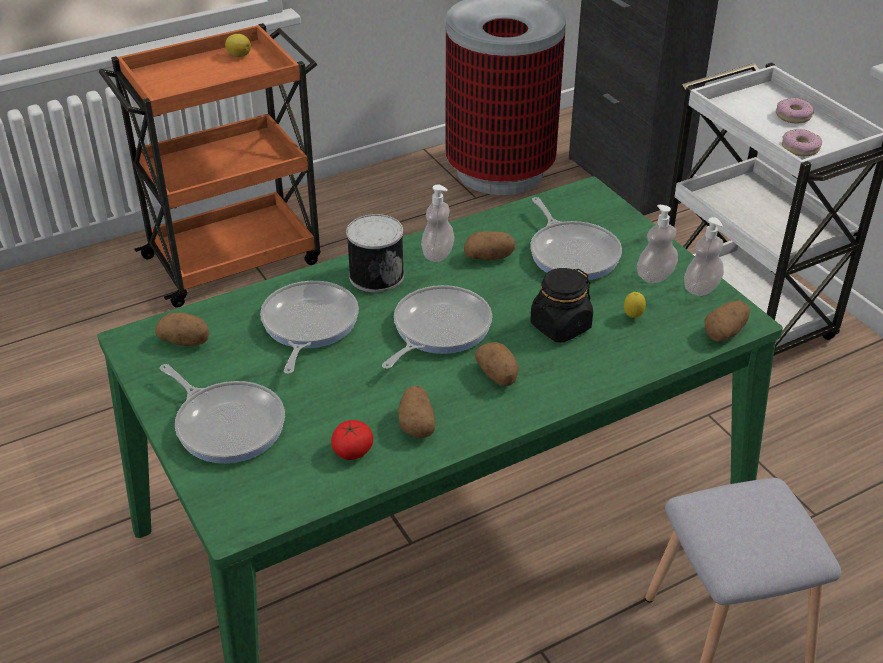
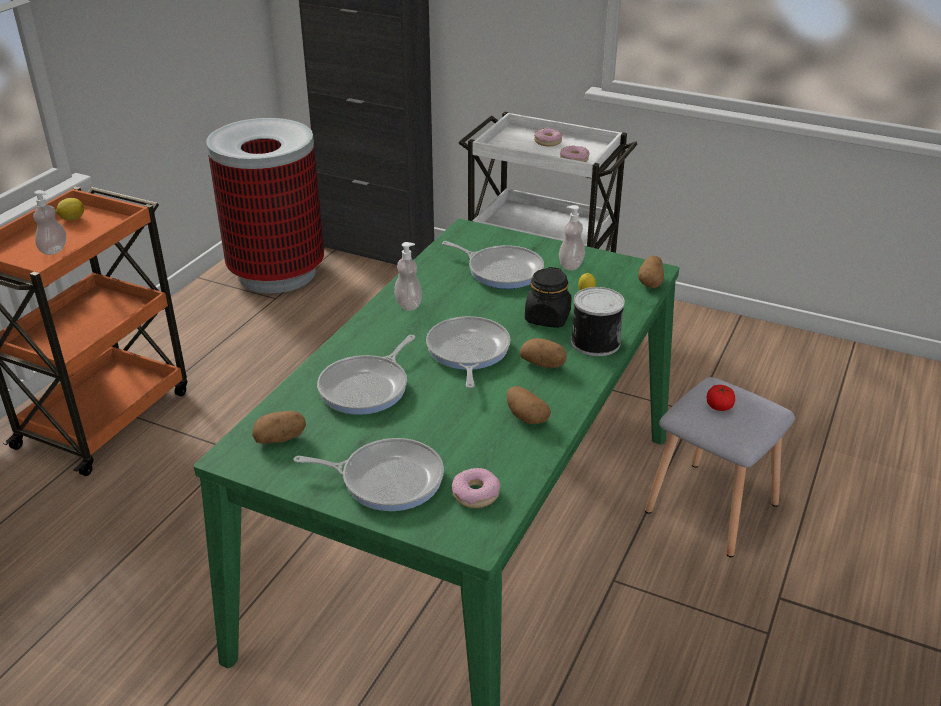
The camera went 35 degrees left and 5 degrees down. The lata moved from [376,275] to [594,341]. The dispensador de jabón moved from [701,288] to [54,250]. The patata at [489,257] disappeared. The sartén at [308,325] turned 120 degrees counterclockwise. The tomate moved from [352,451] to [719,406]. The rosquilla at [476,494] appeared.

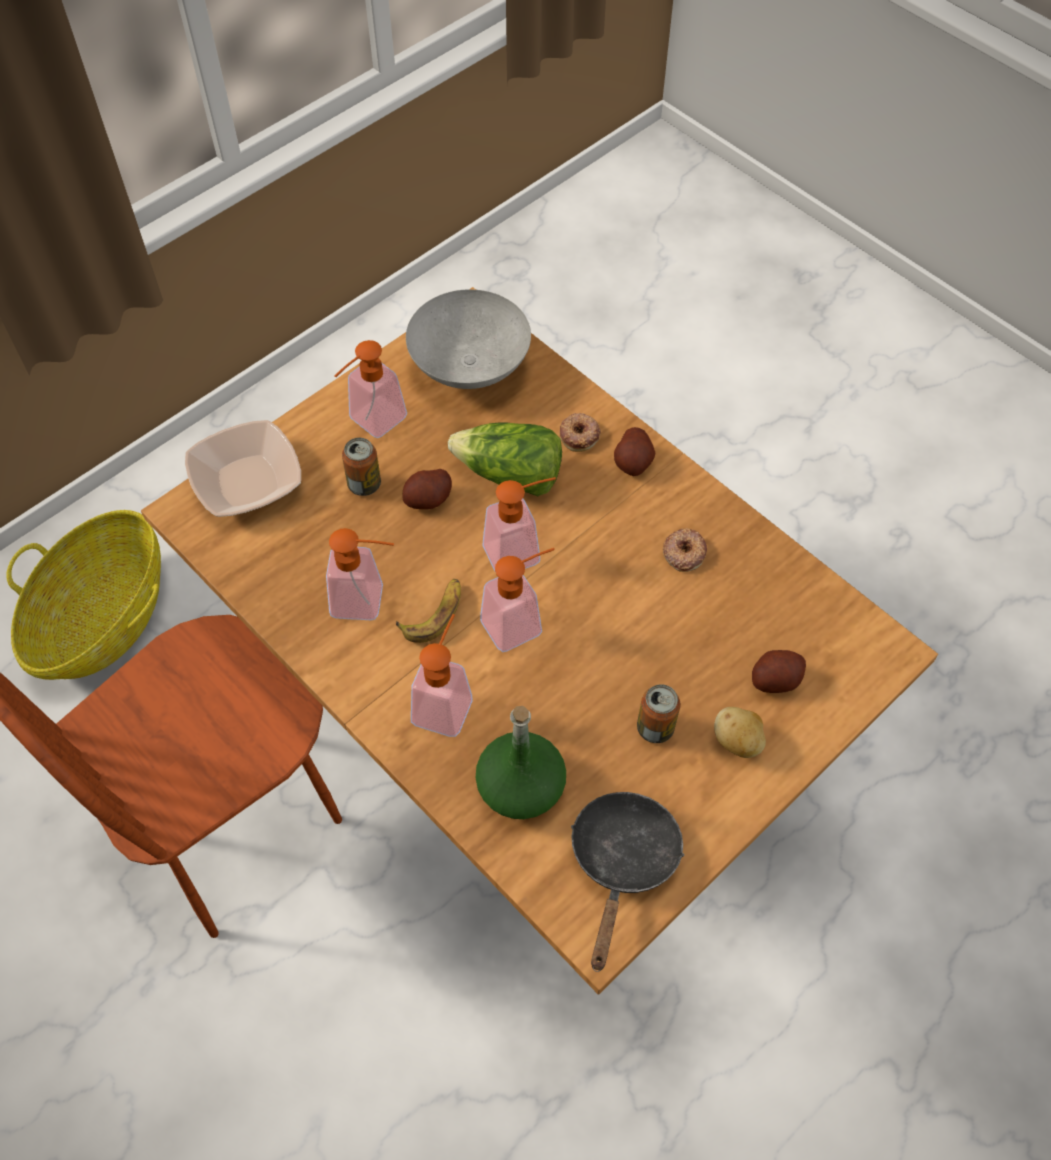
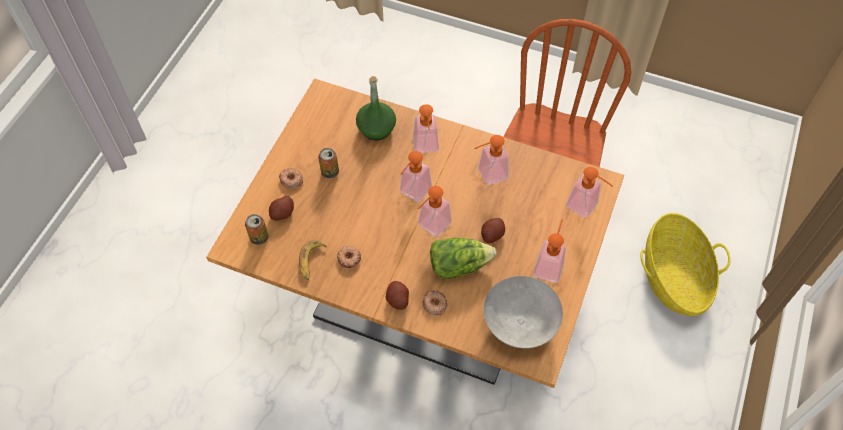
The camera went 155 degrees right and 0 degrees up. The cuenco at [247,482] was replaced by the dispensador de jabón at [586,207]. The lata moved from [364,484] to [259,237]. The plátano moved from [434,614] to [311,262]. The patata at [737,741] was replaced by the rosquilla at [291,180]. The sartén/negro at [622,862] disappeared.

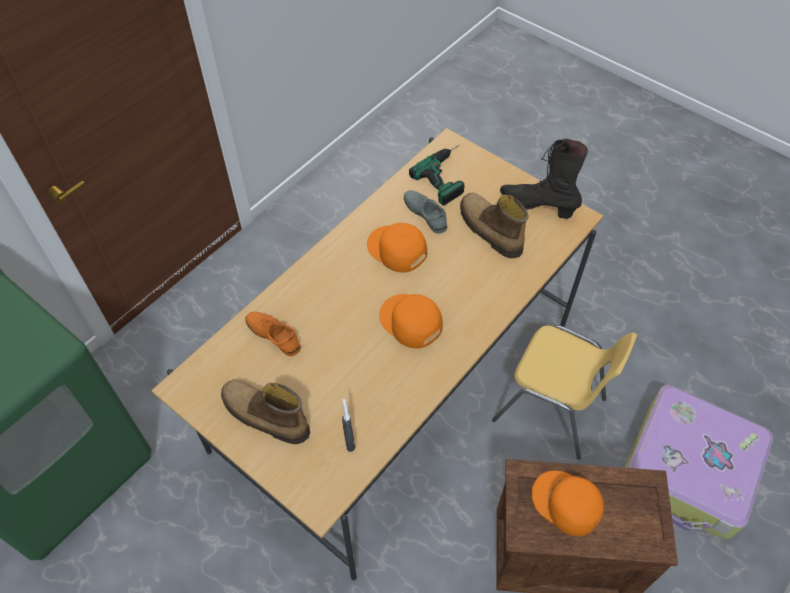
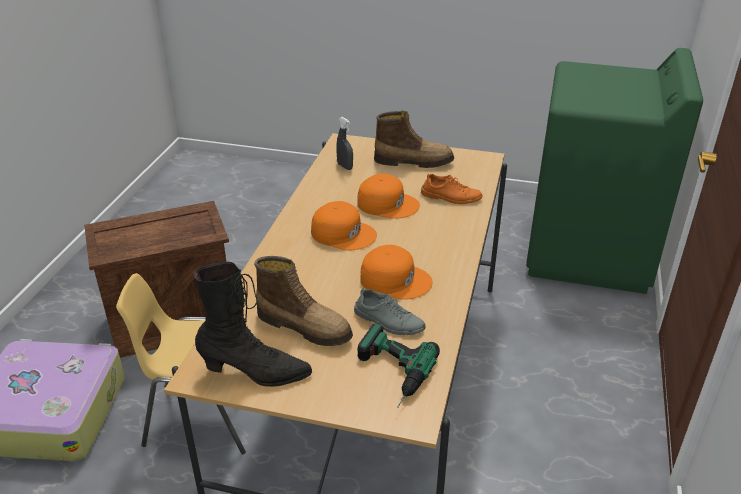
The camera went 155 degrees right and 20 degrees down. The gorra/naranja moved from [566,504] to [387,204].

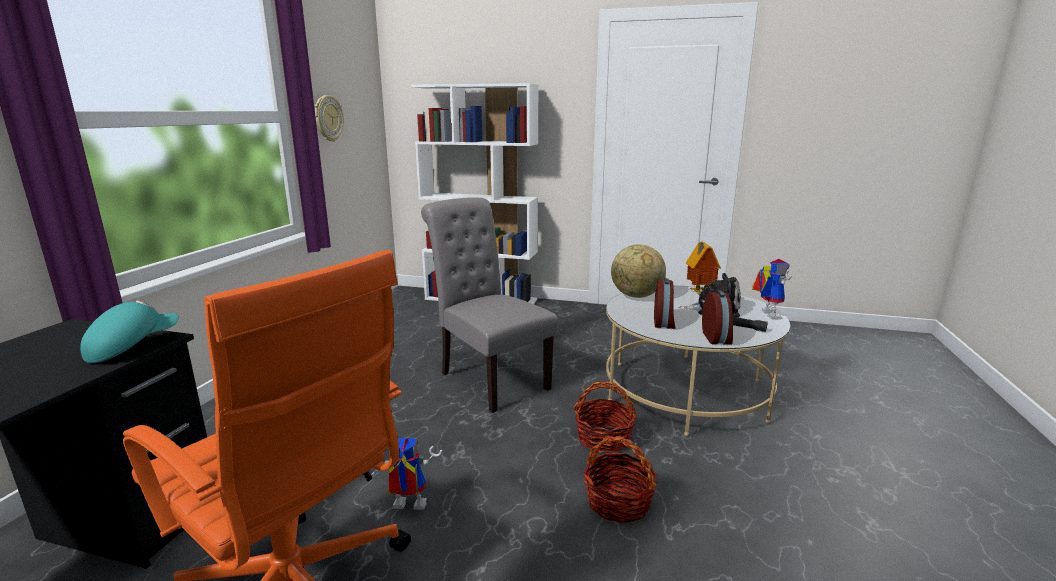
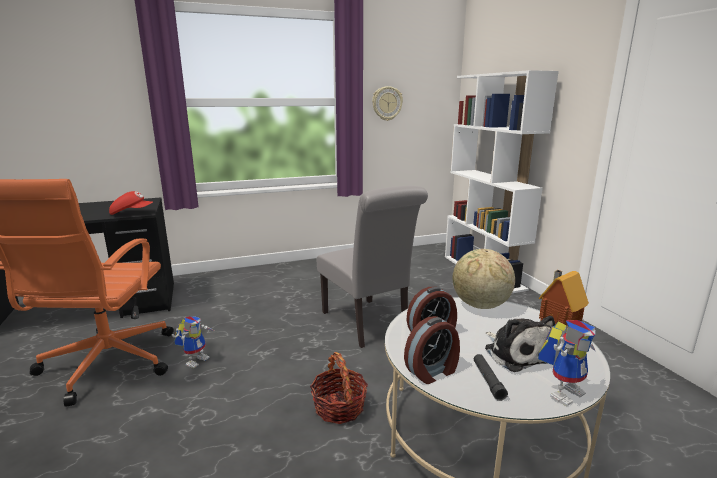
The camera went 55 degrees right and 0 degrees up. The silla/gris at [489,378] turned 135 degrees clockwise. The gorra/turquesa at [132,347] became the gorra/rojo at [132,213]. The cesta at [618,502] disappeared. The robot de juguete at [405,508] turned 60 degrees clockwise.

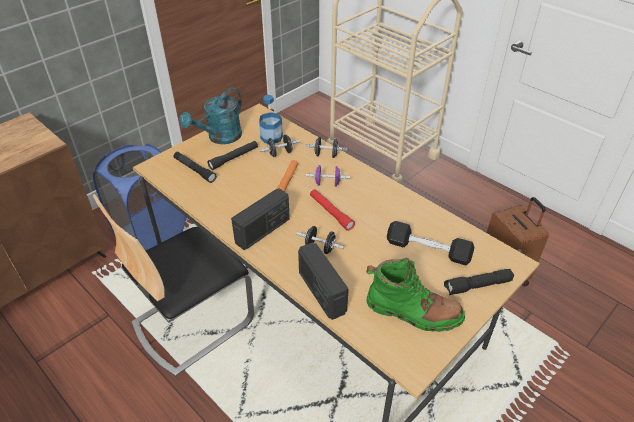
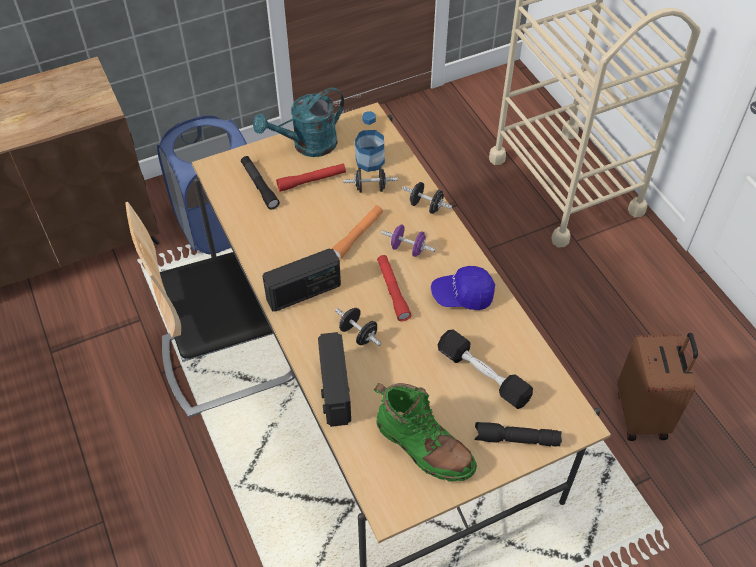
The camera went 20 degrees right and 10 degrees up. The linterna/negro at [234,158] became the linterna/rojo at [311,181]. The gorra/azul at [462,295] appeared.

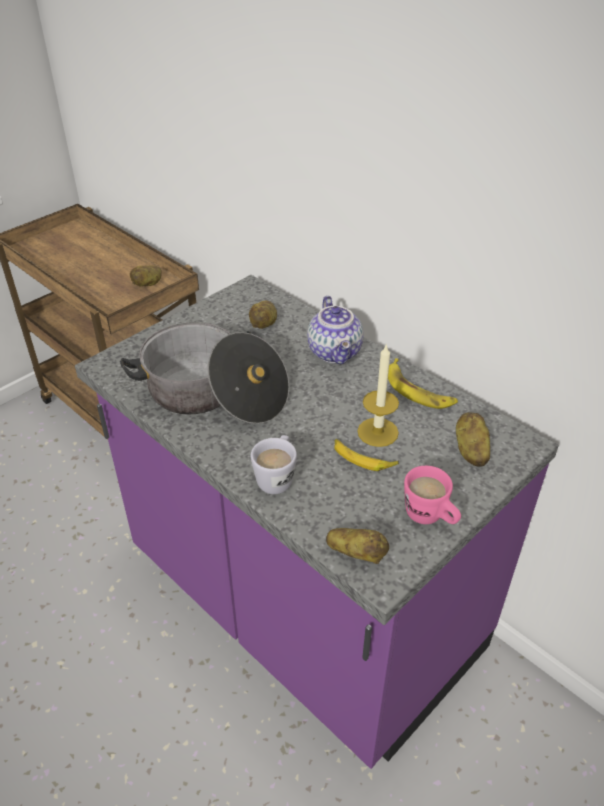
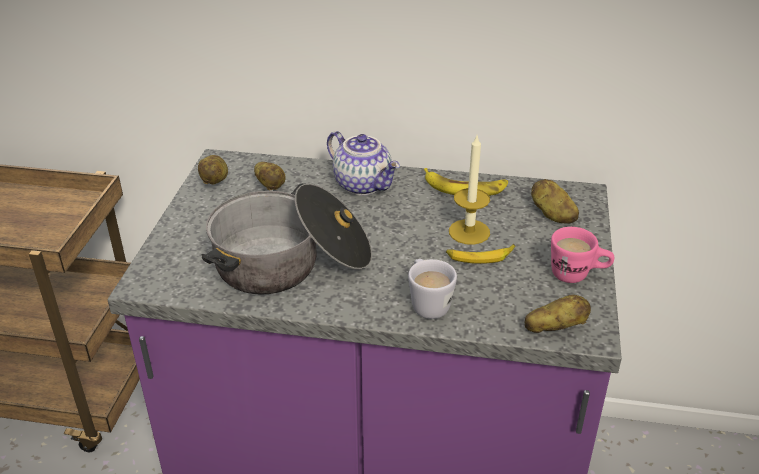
The camera went 35 degrees left and 5 degrees down. The patata moved from [148,284] to [215,180].

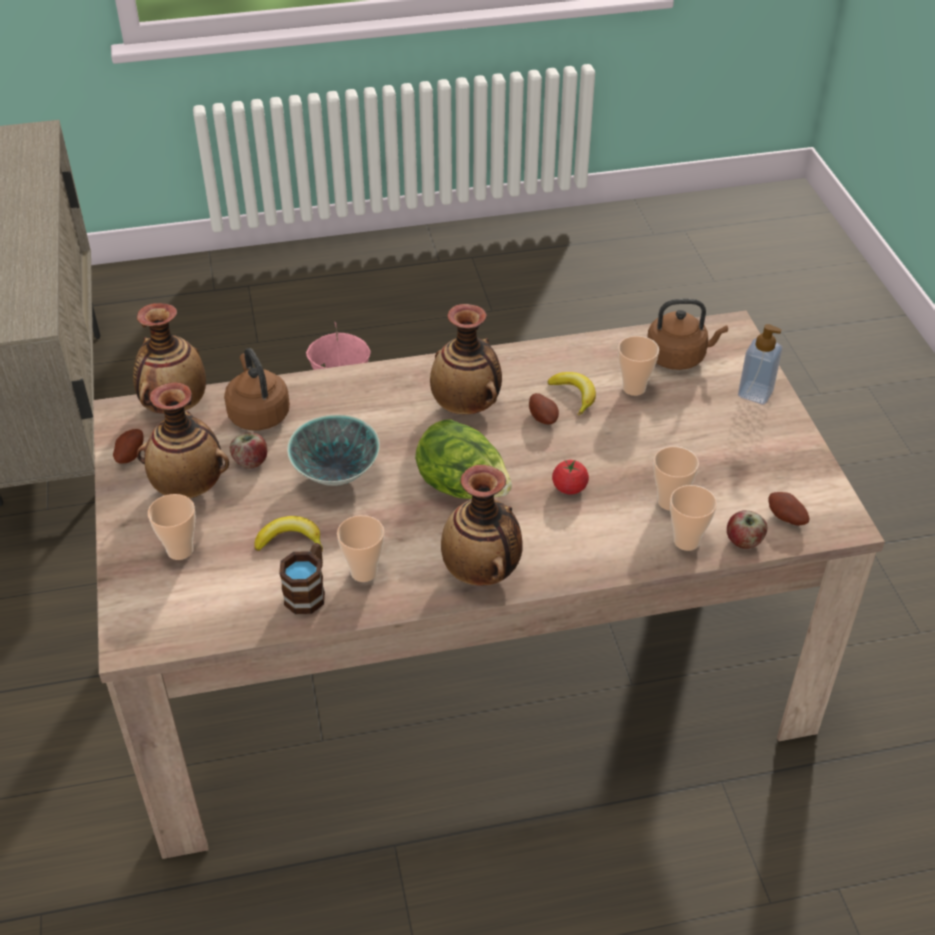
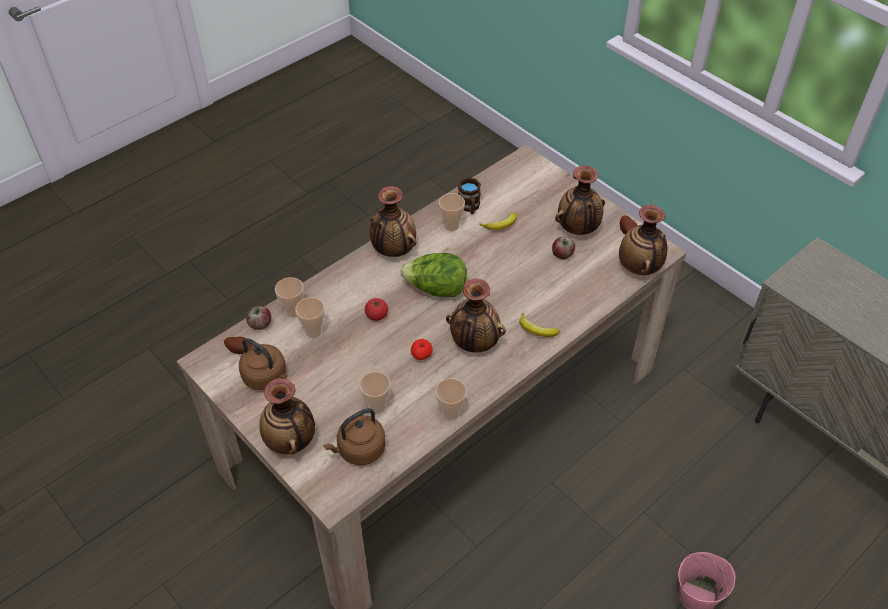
The camera went 150 degrees right and 5 degrees up. The dispensador de jabón at [755,393] was replaced by the florero at [291,441]. The hervidor/marrón moved from [258,413] to [266,377]. The plátano moved from [574,395] to [536,330]. The patata at [543,418] was replaced by the manzana at [421,356]. The cuenco at [336,474] disappeared. The taza moved from [180,550] to [450,413].

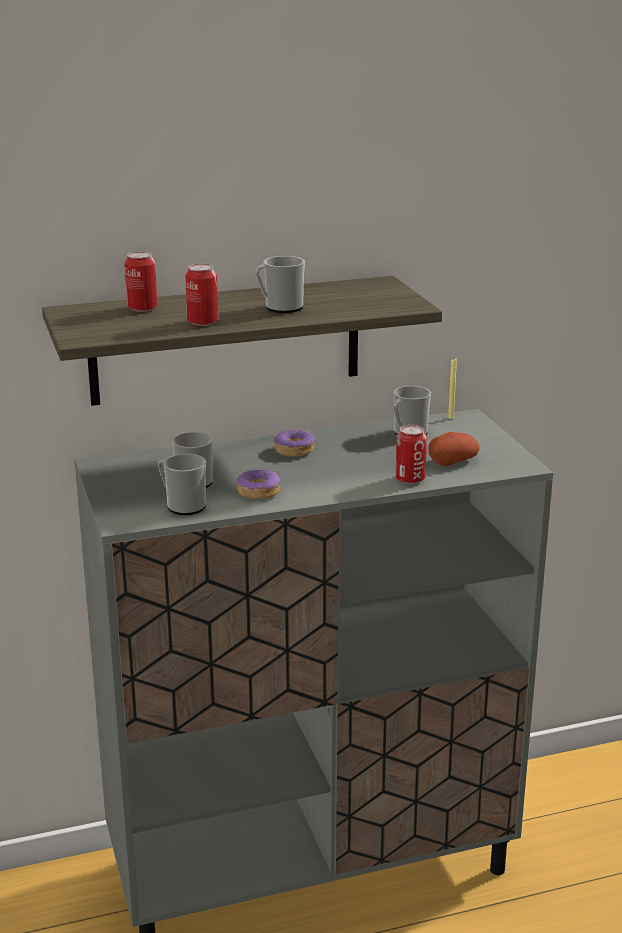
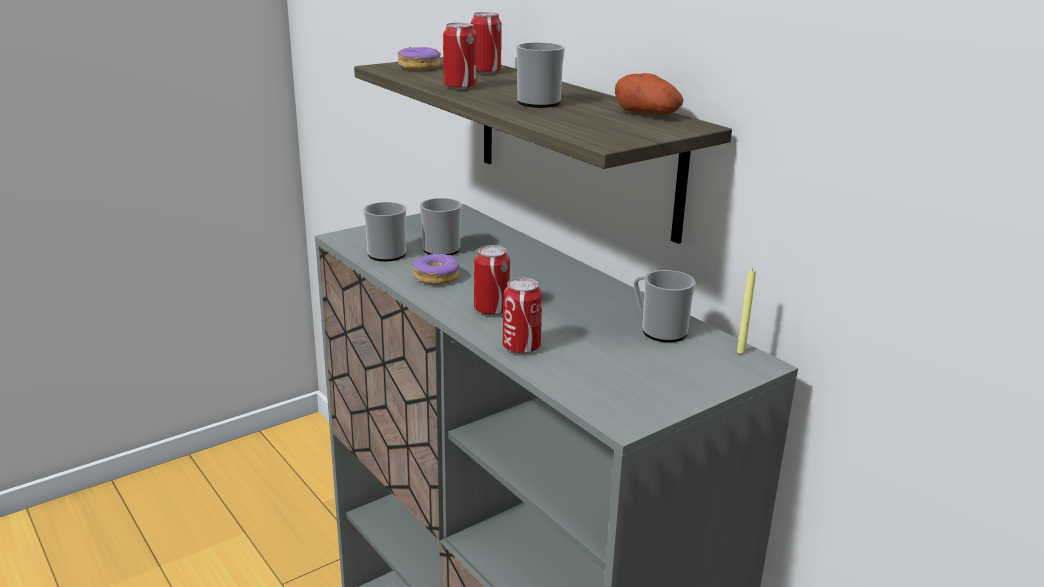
The camera went 70 degrees right and 0 degrees up. The rosquilla moved from [294,450] to [419,67]. The patata moved from [453,461] to [647,114]. The lata at [491,310] appeared.

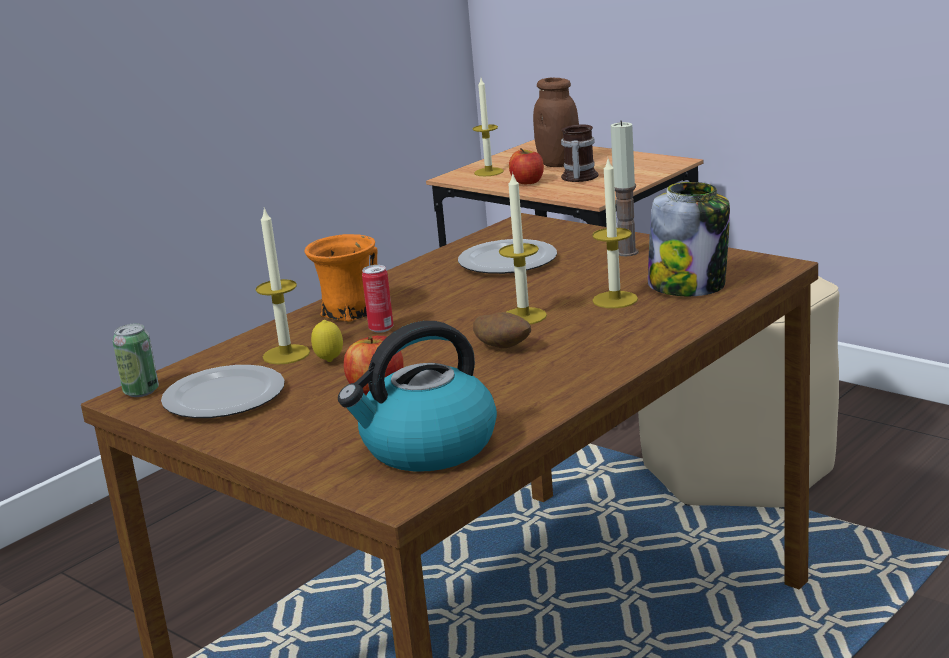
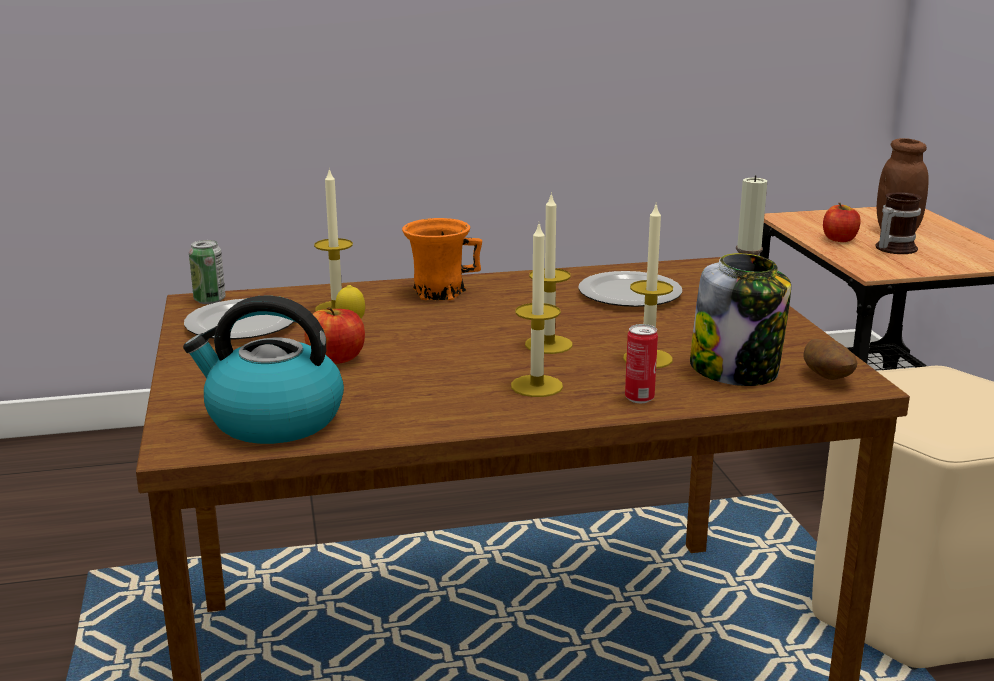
The camera went 35 degrees right and 0 degrees up. The vela moved from [488,172] to [536,386]. The lata moved from [381,329] to [639,398]. The patata moved from [503,348] to [827,378].

